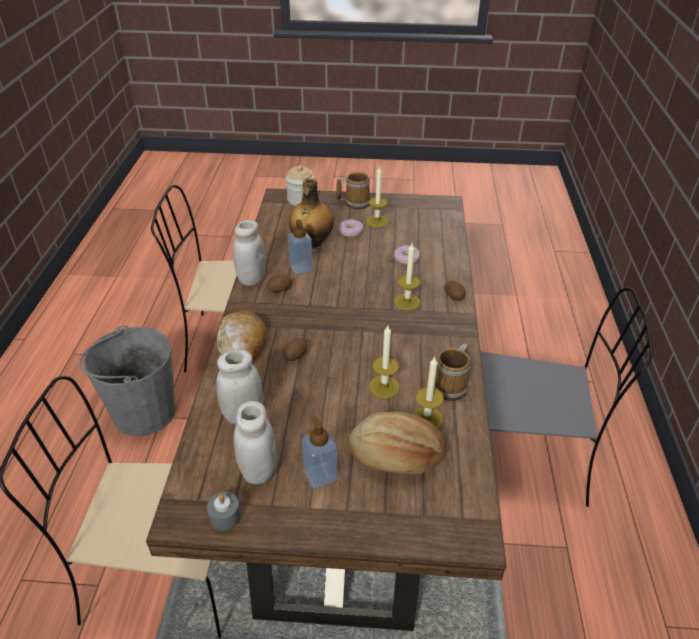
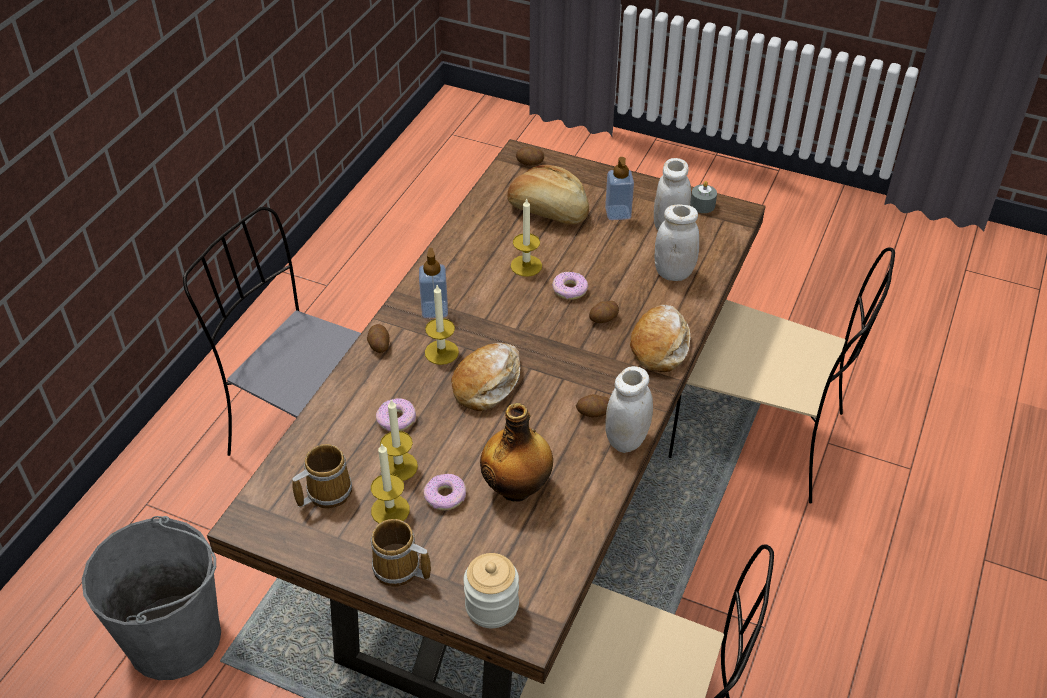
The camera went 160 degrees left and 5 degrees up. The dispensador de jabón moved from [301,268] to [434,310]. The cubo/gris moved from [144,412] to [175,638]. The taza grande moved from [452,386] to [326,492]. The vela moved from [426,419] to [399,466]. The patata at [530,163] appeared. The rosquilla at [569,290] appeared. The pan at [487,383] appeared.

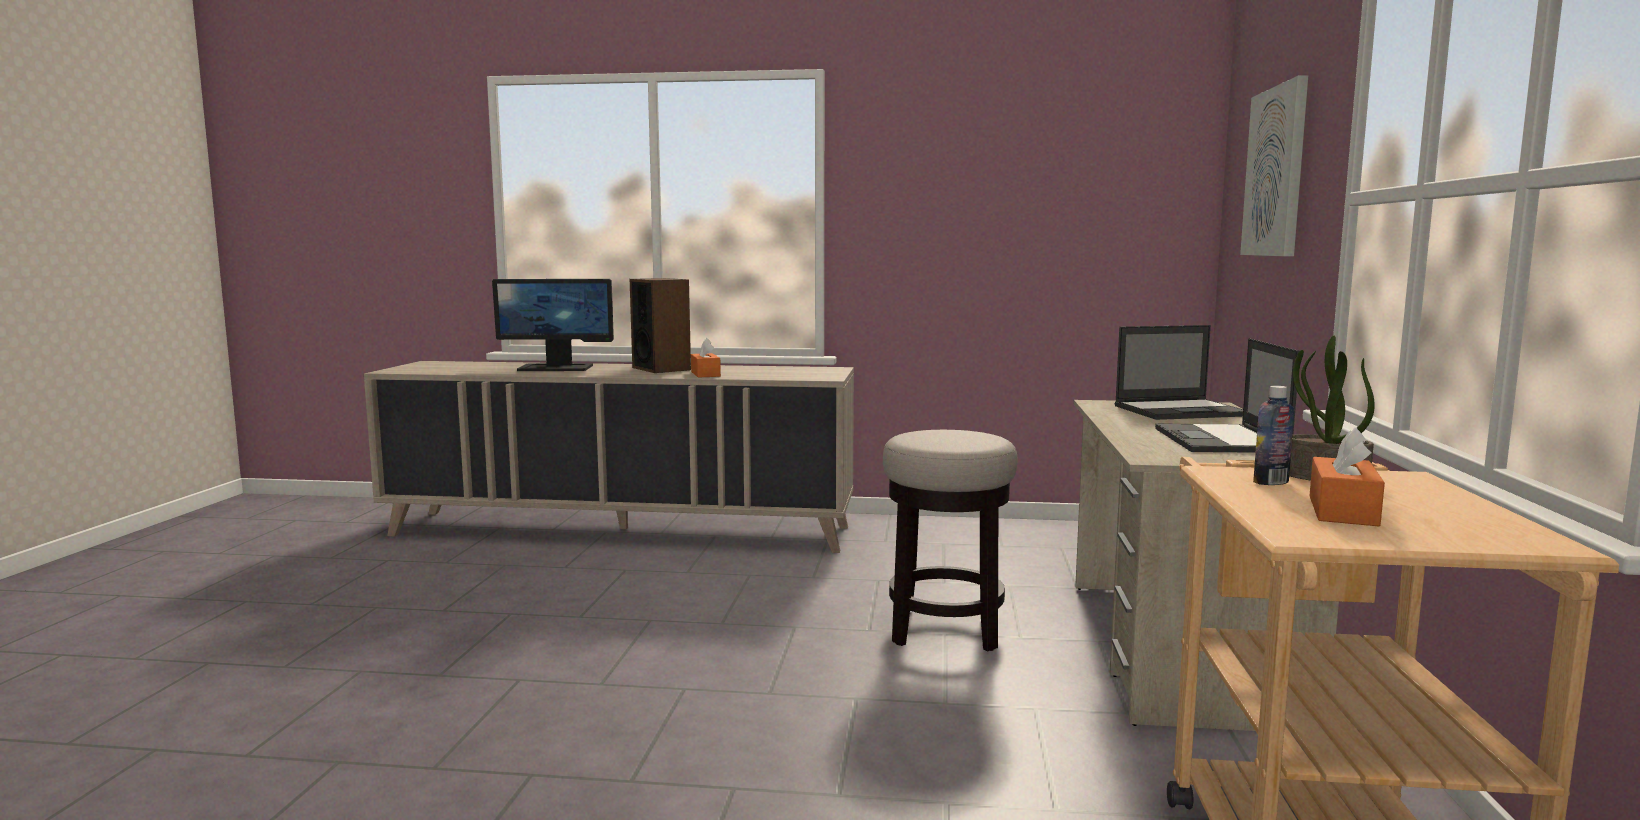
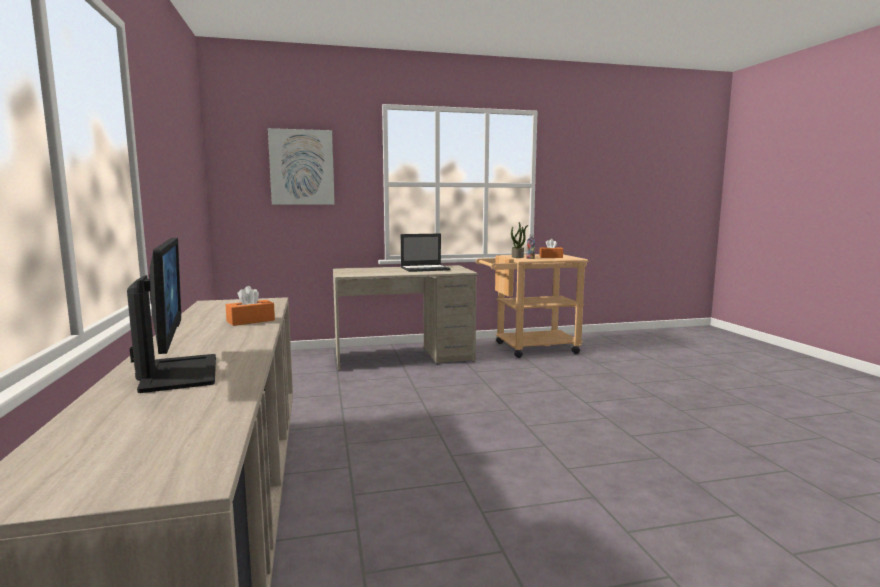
The camera went 110 degrees left and 0 degrees up. The altavoz at [661,369] disappeared. The portátil at [1181,411] disappeared. The taburete at [945,629] disappeared.

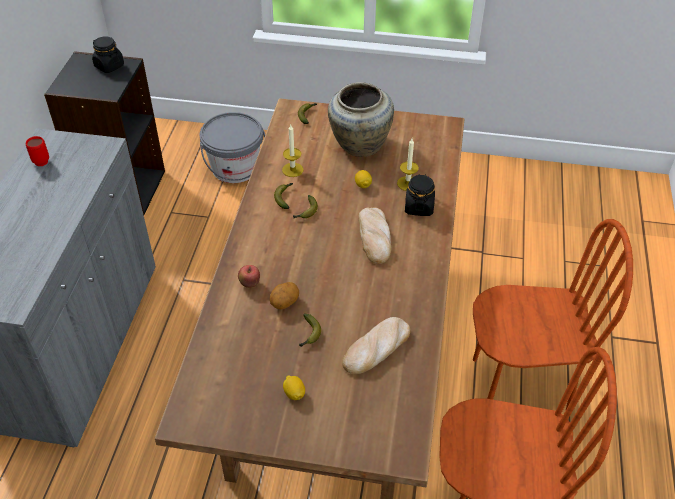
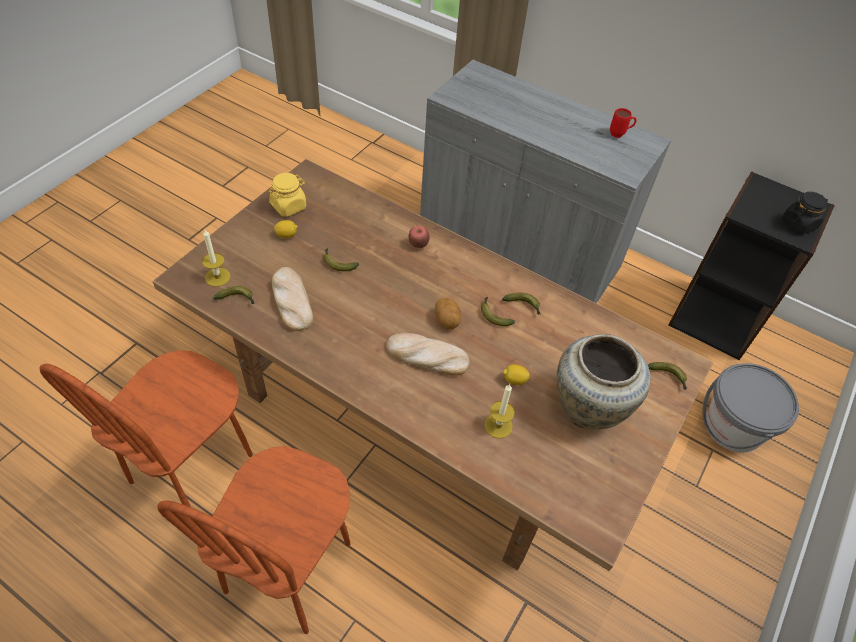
The camera went 110 degrees right and 5 degrees up. The vela moved from [292,170] to [217,277]. The tarro/negro at [419,207] disappeared. The patata moved from [284,303] to [447,320]. The tarro/amarillo at [289,206] appeared. The plátano at [237,299] appeared.

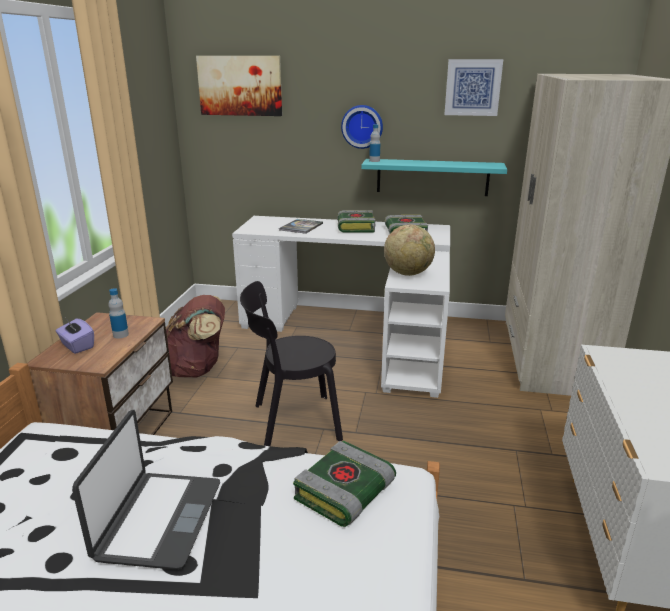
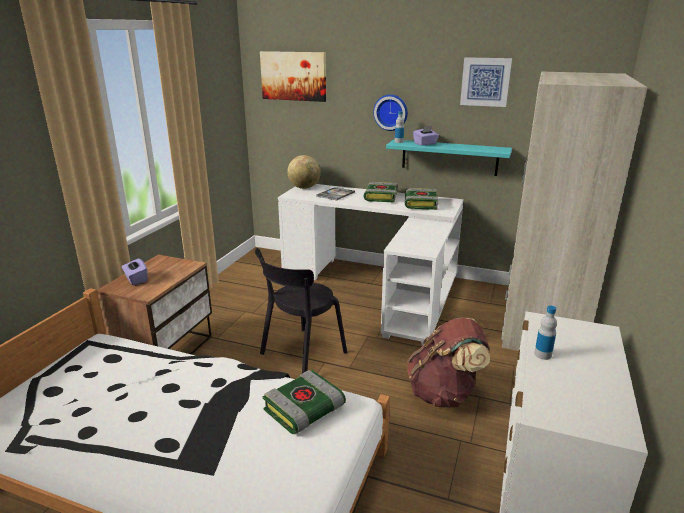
The camera went 10 degrees right and 0 degrees up. The globo terráqueo moved from [408,273] to [304,187]. The silla/negro at [291,422] turned 45 degrees counterclockwise. The botella moved from [120,335] to [542,354]. The mochila/marrón moved from [196,369] to [444,394]. The portátil at [158,520] disappeared. The caja de pañuelos/morado at [425,144] appeared.

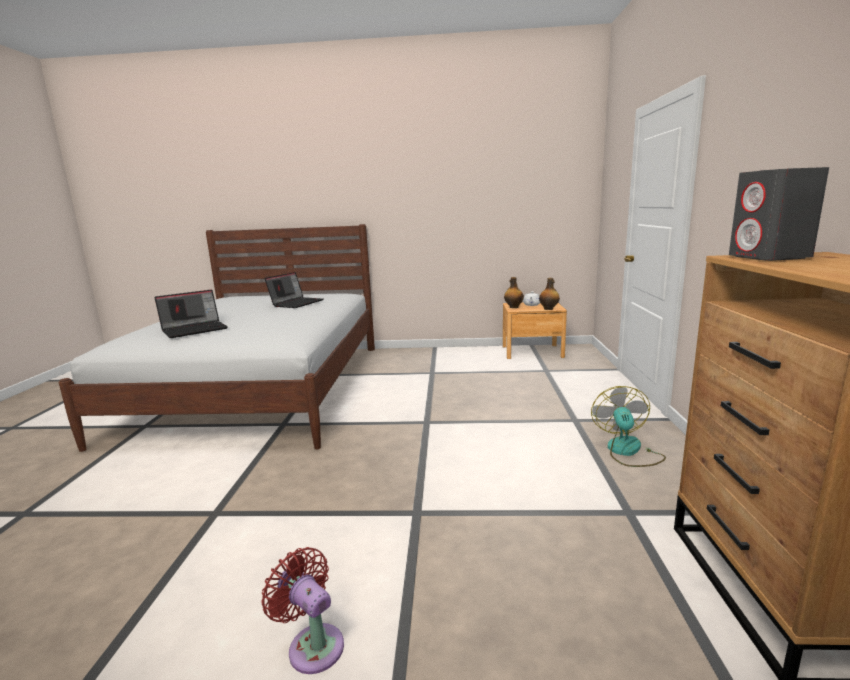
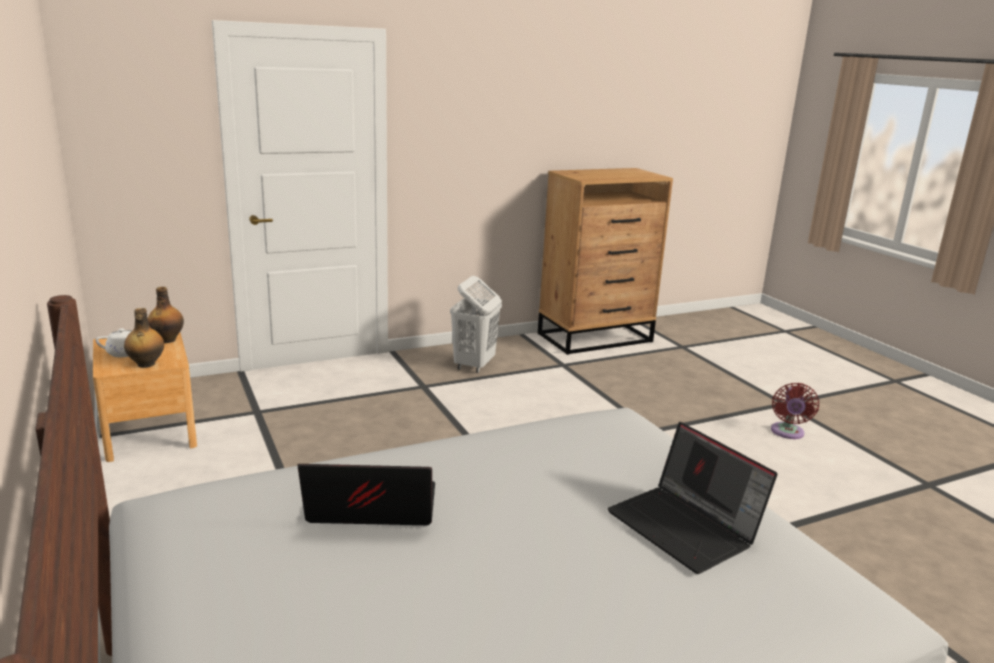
The camera went 120 degrees left and 5 degrees up. The altavoz/gris at [769,257] disappeared. The portátil at [195,329] turned 150 degrees counterclockwise. The ventilador at [627,451] was replaced by the cesto de la ropa/blanco at [474,365].

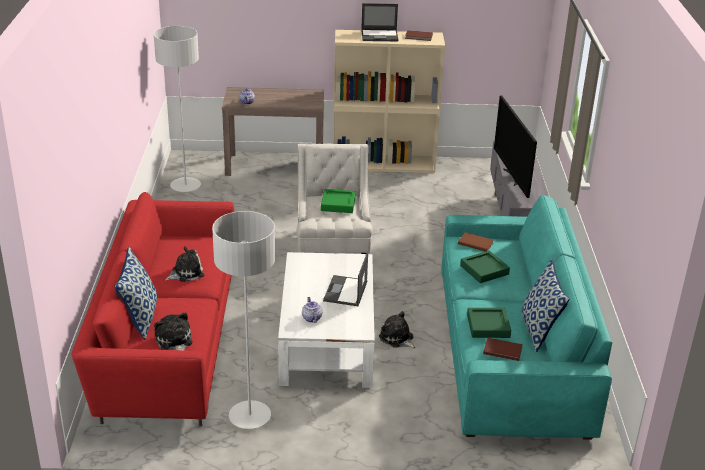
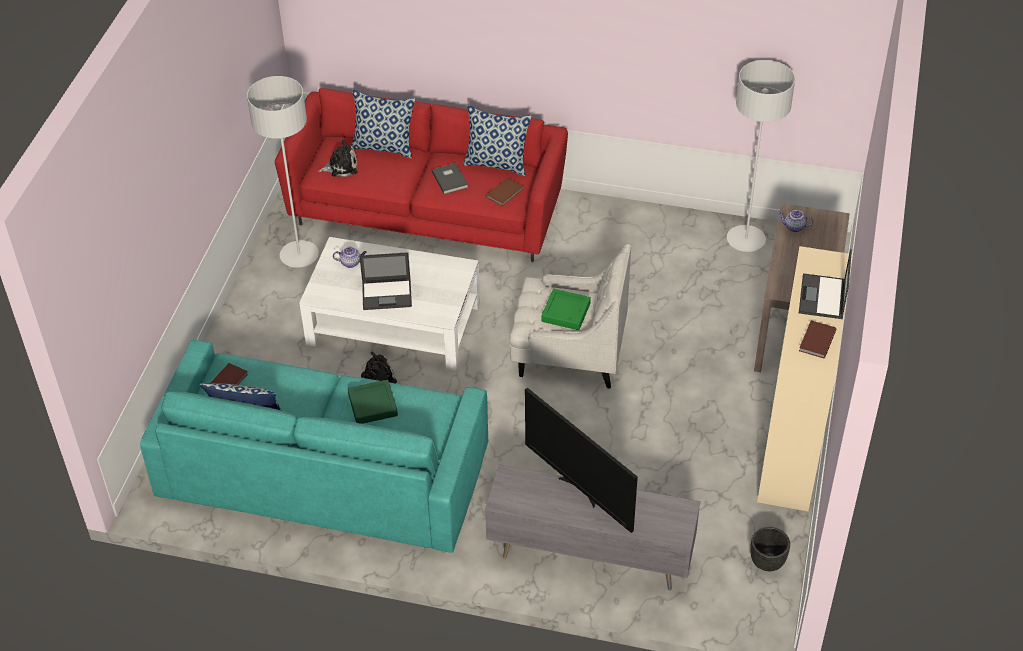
The camera went 105 degrees right and 15 degrees up. The televisor at [512,177] turned 135 degrees counterclockwise. The libro/marrón moved from [475,243] to [505,193]. The peluche at [186,273] was replaced by the libro/gris at [450,179]. The portátil at [345,291] turned 150 degrees clockwise. The bandeja/verde at [488,326] disappeared. The cojín at [497,164] appeared. The maceta/negro at [767,562] appeared.

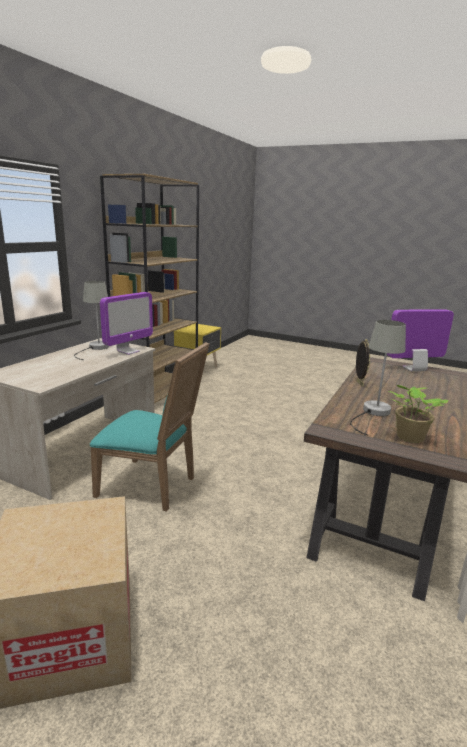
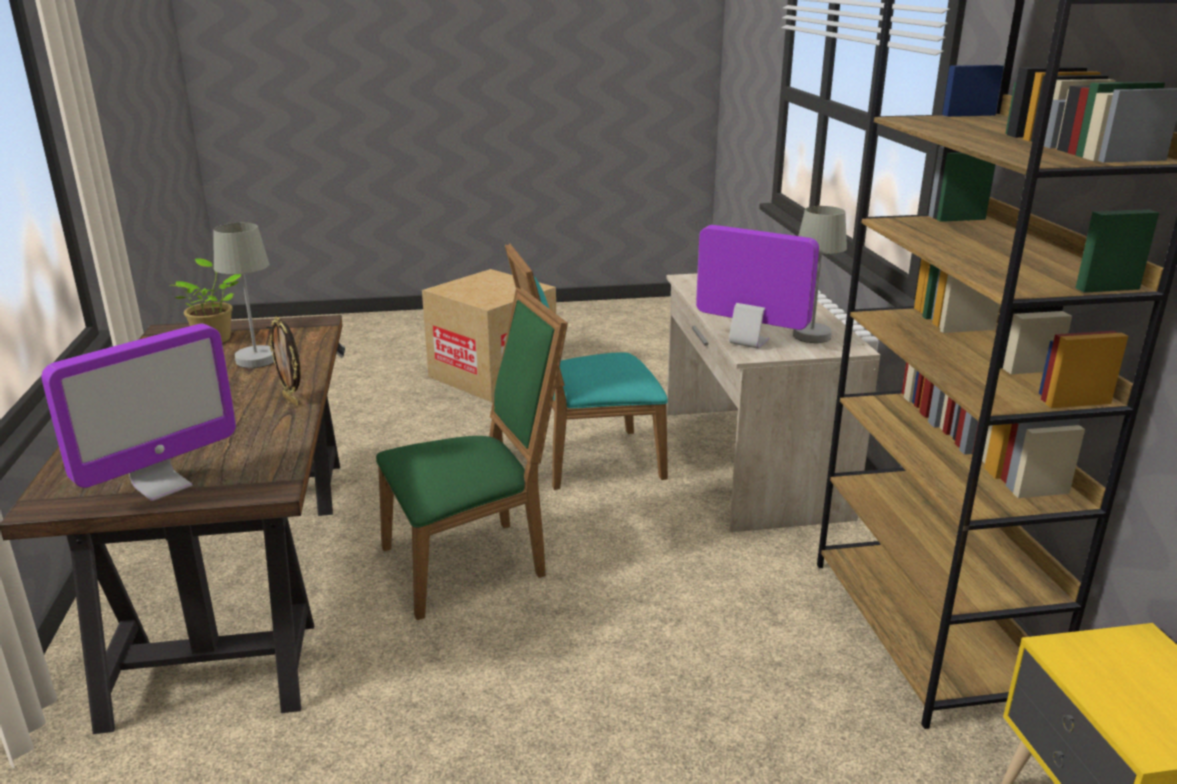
The camera went 145 degrees right and 5 degrees up. The monitor at [128,351] turned 120 degrees clockwise. The silla/verde at [473,562] appeared.

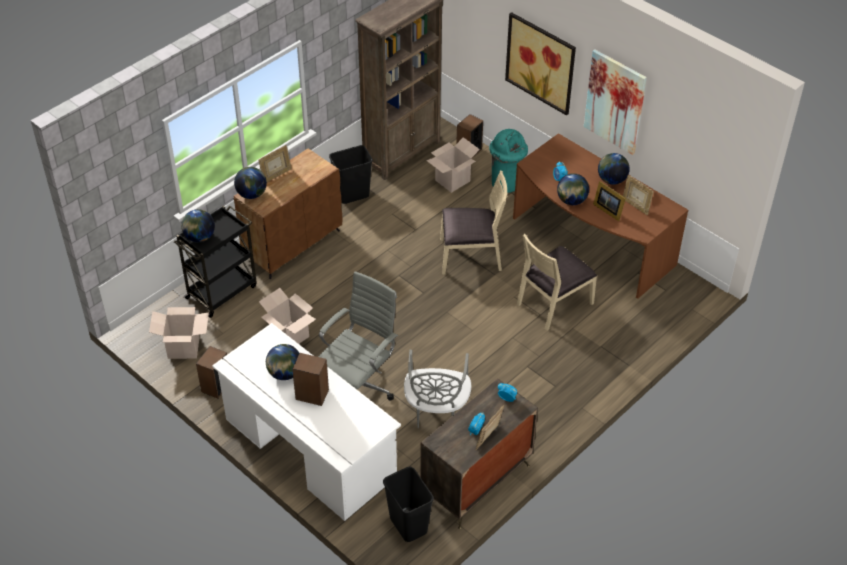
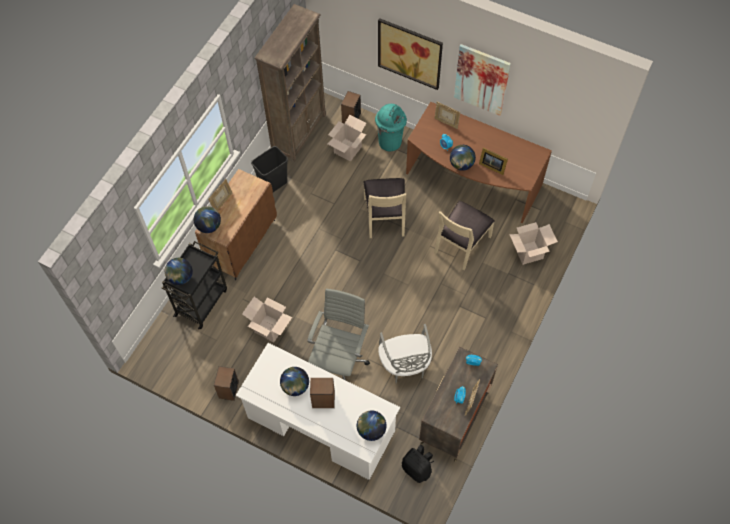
The camera went 15 degrees left and 15 degrees up. The globo terráqueo moved from [611,180] to [371,430]. The silla/beis at [471,256] turned 105 degrees clockwise. The portarretratos moved from [635,206] to [446,122]. The caja de cartón moved from [183,348] to [529,253]. The papelera/negro at [409,525] was replaced by the mochila/negro at [417,469].

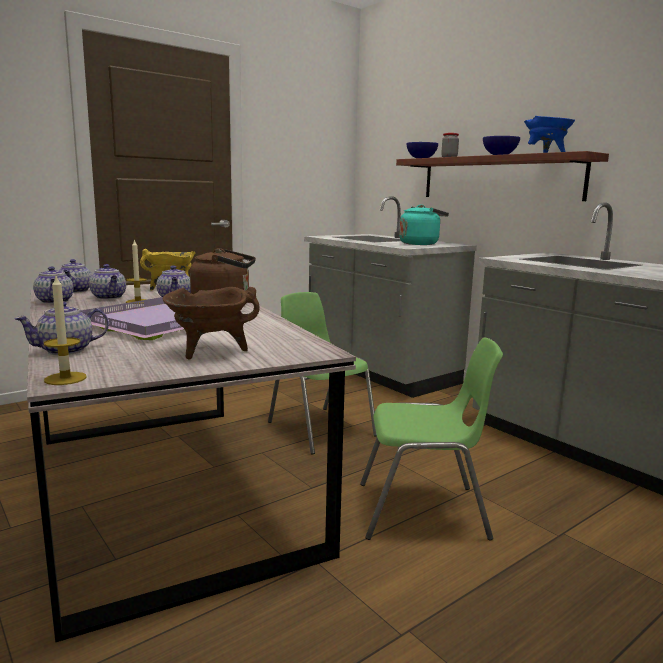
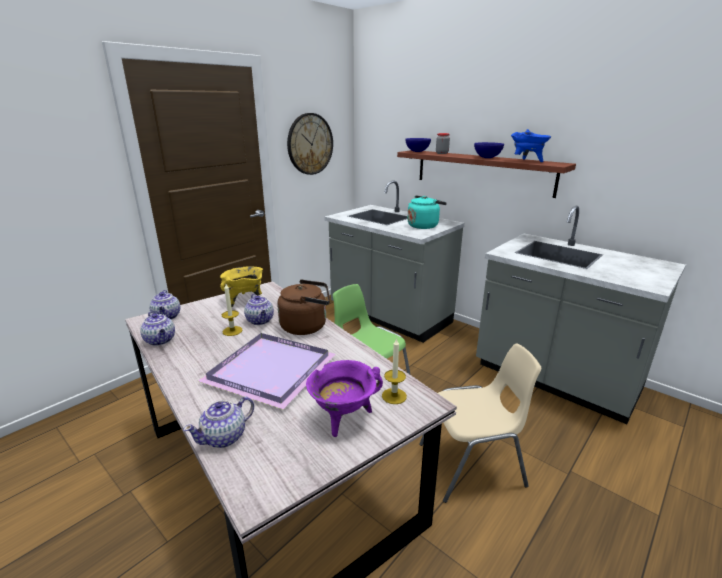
The camera went 10 degrees left and 10 degrees up. The tetera at [109,297] disappeared. The vela moved from [65,378] to [394,396]. The olla/marrón at [210,351] became the olla/morado at [343,418]. The silla/verde at [424,511] became the silla/beis at [473,465]. The reloj de pared at [310,144] appeared.

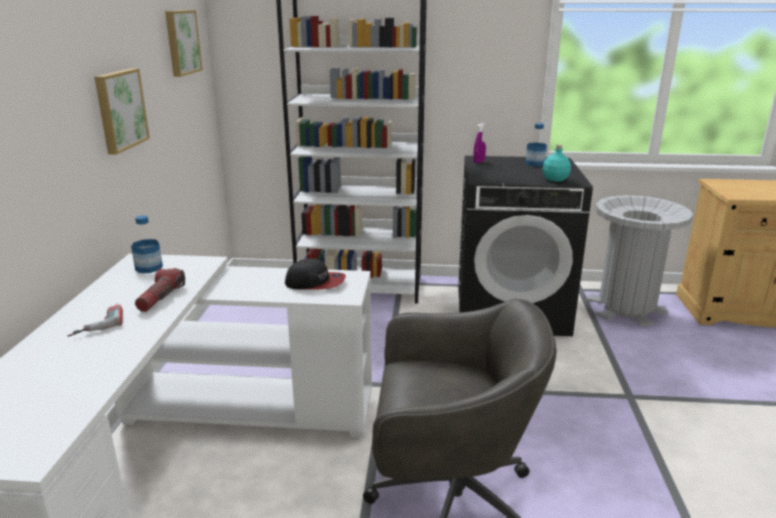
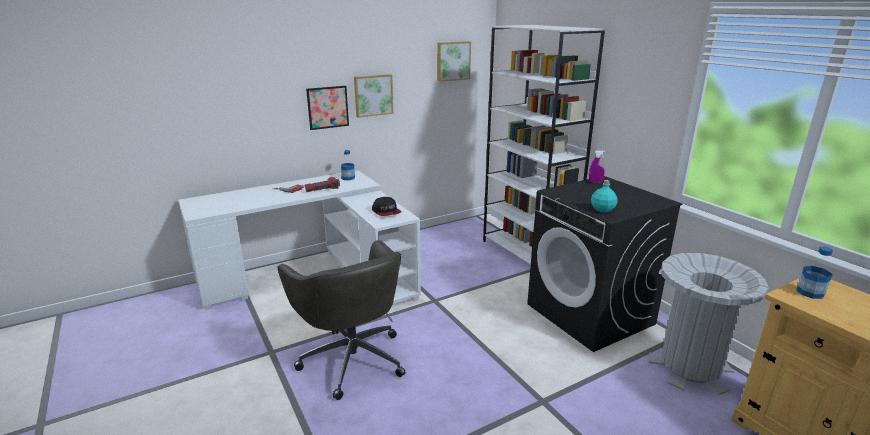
The camera went 55 degrees right and 0 degrees up. The botella moved from [535,163] to [810,292]. The cuadro at [327,107] appeared.

